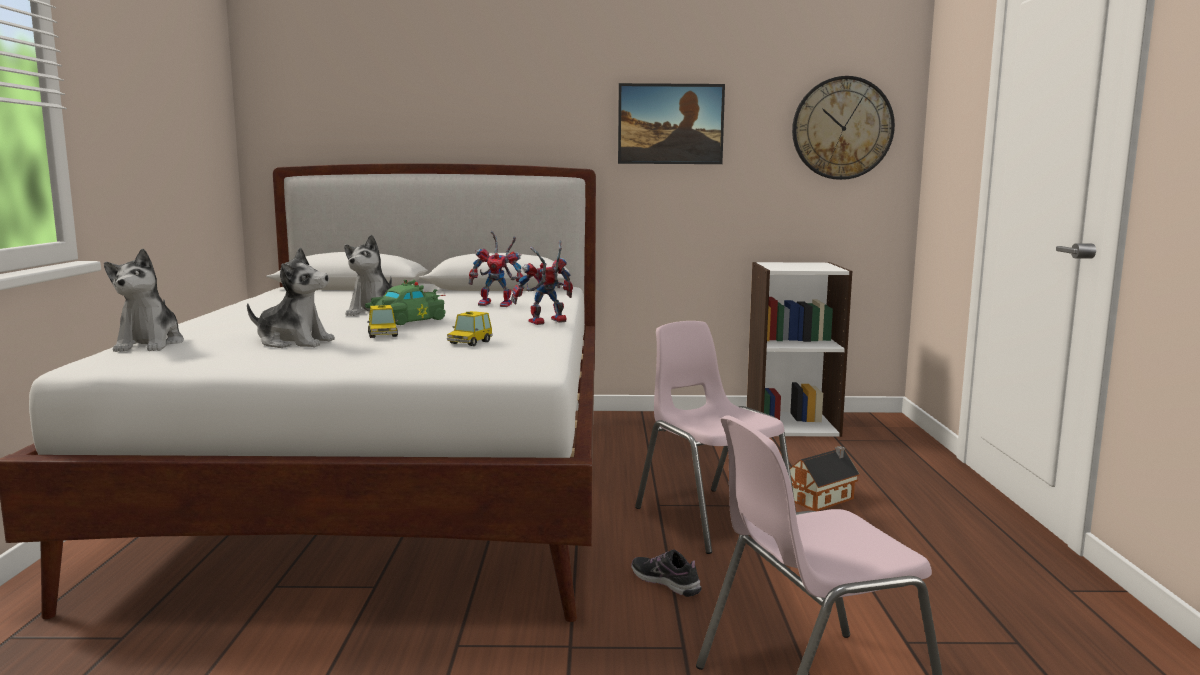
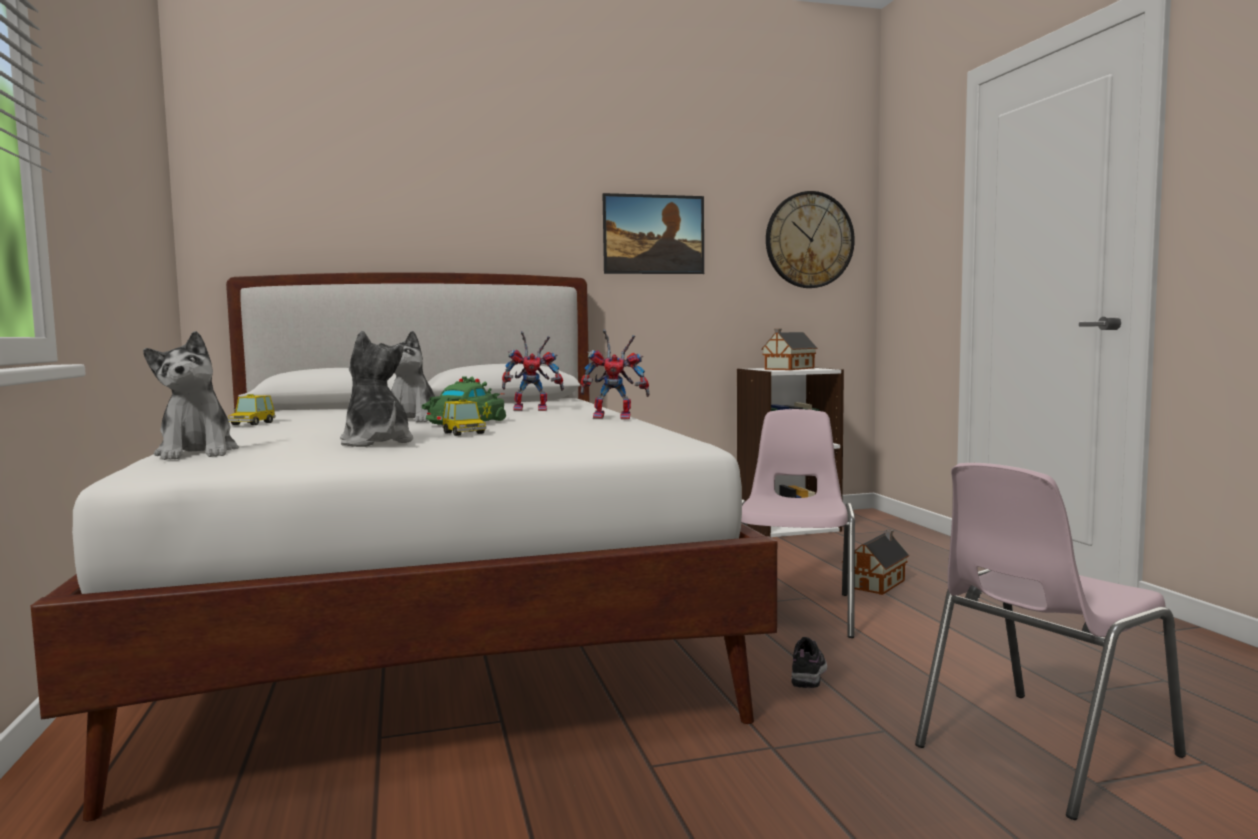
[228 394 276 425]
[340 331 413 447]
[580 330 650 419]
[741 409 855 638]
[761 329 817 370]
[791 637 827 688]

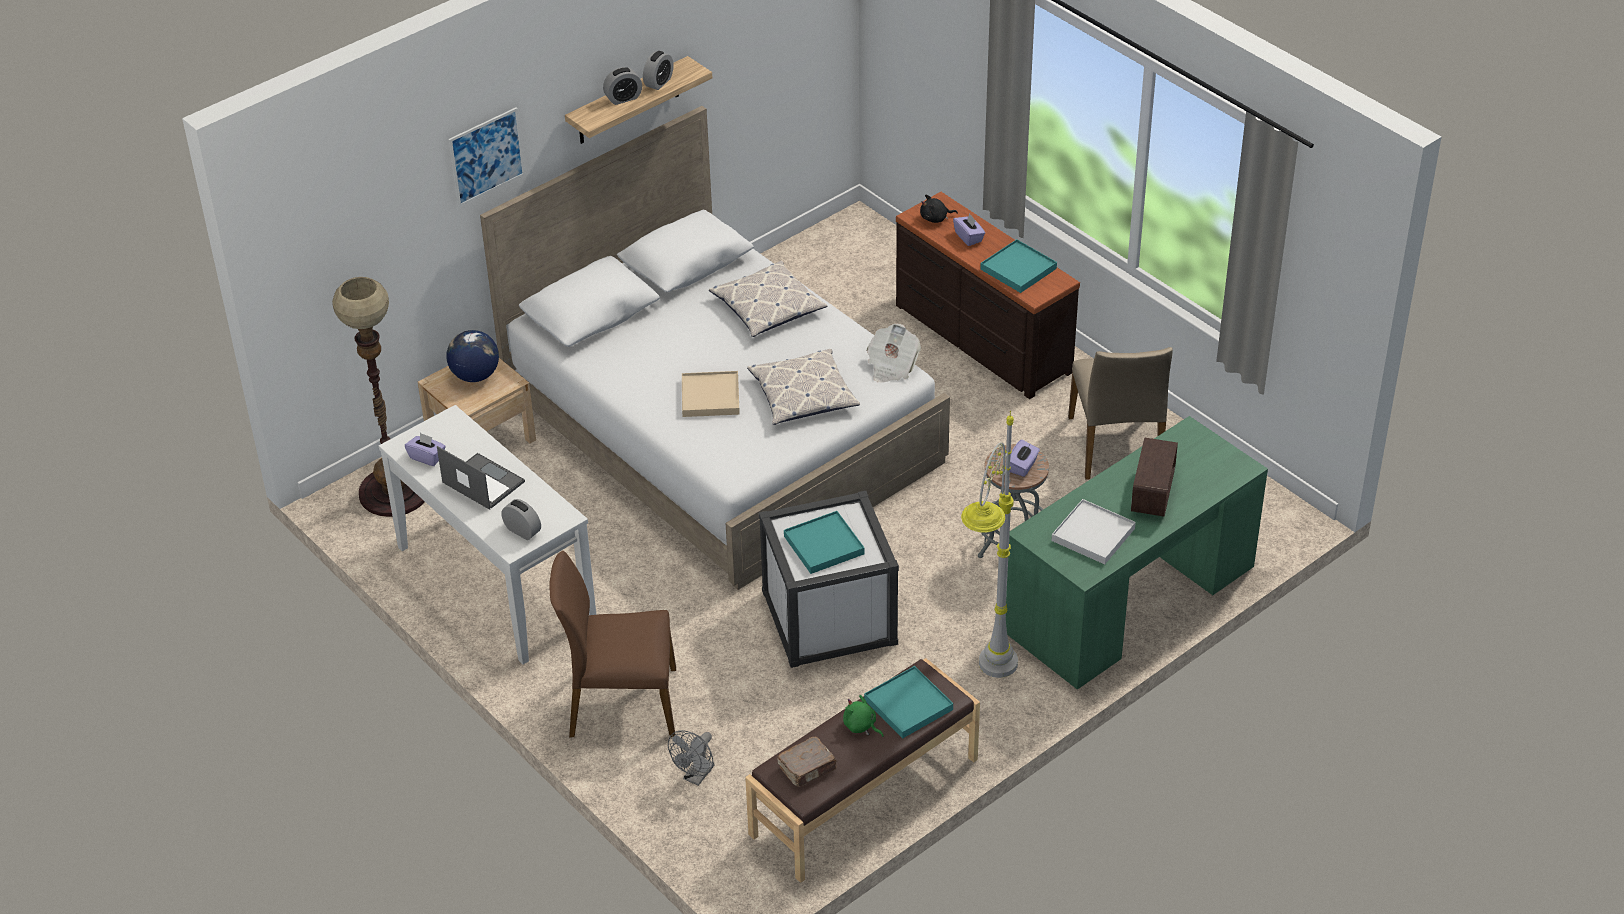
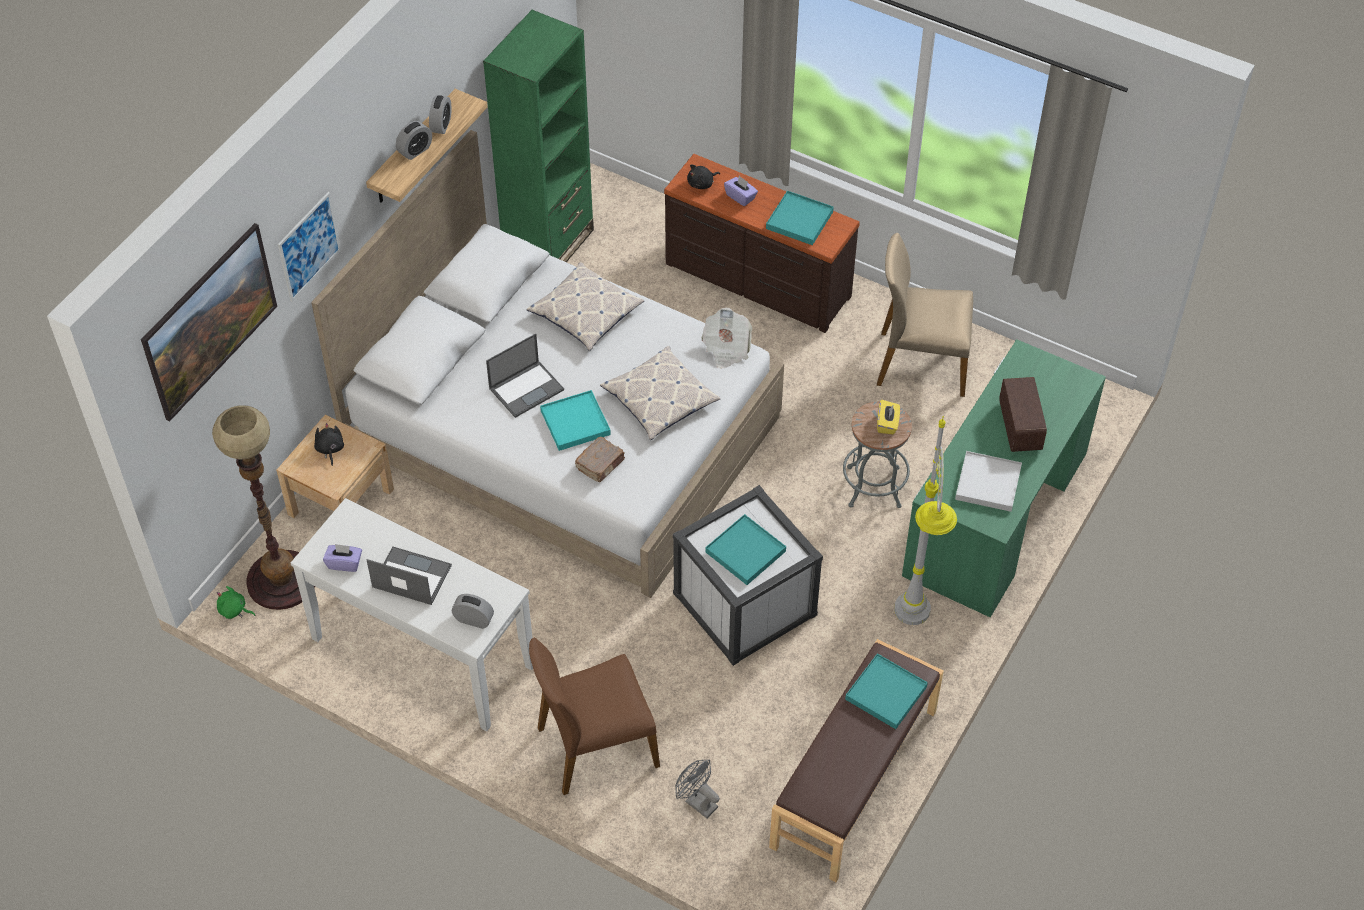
[141 223 277 421]
[217 586 255 619]
[314 423 344 466]
[483 10 594 262]
[486 333 564 418]
[540 390 611 451]
[575 437 625 482]
[675 759 720 818]
[877 233 973 397]
[877 400 900 434]

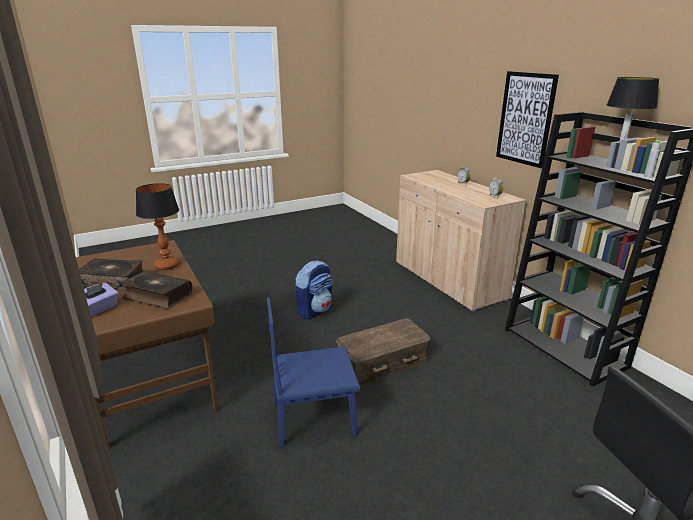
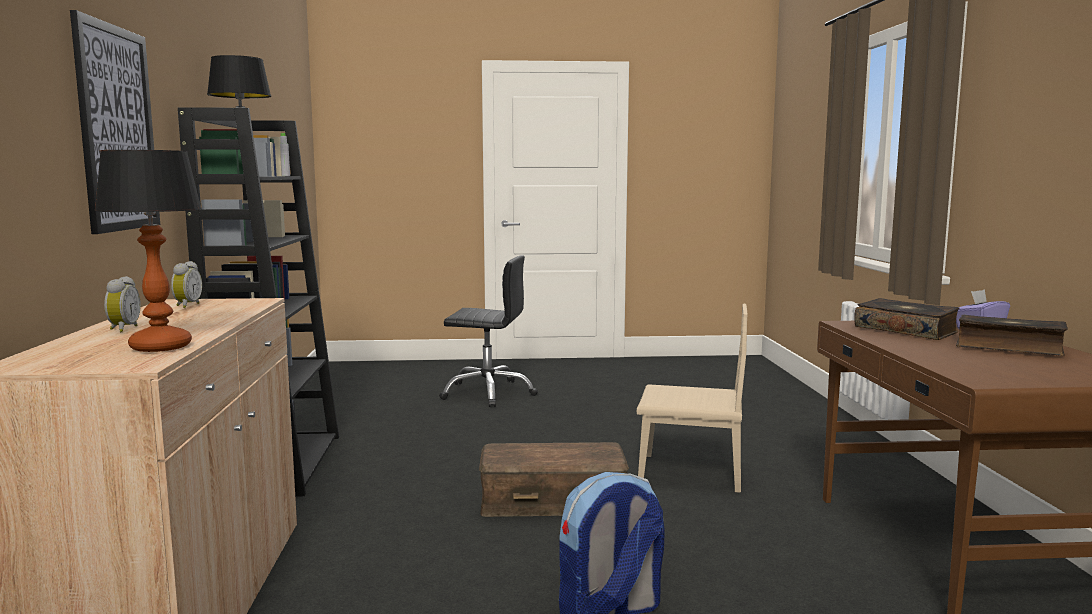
[95 150 202 352]
[637 304 748 493]

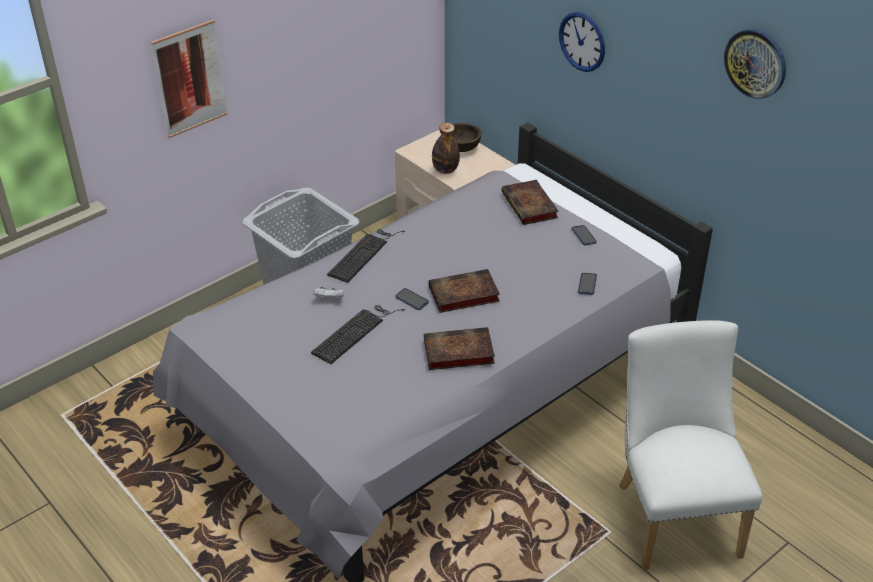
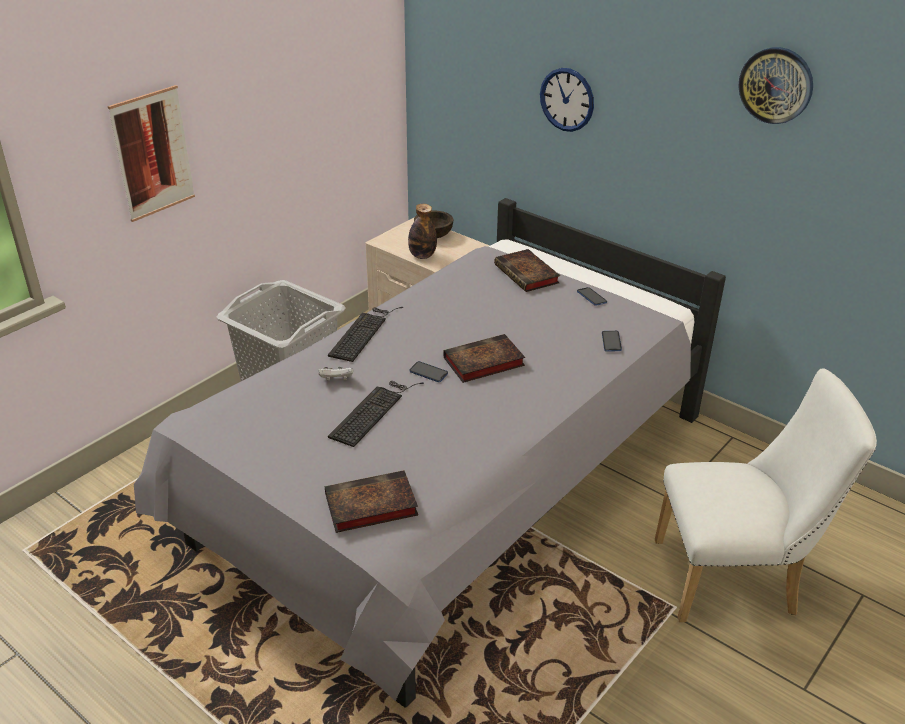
[325 470 418 533]
[655 368 877 622]

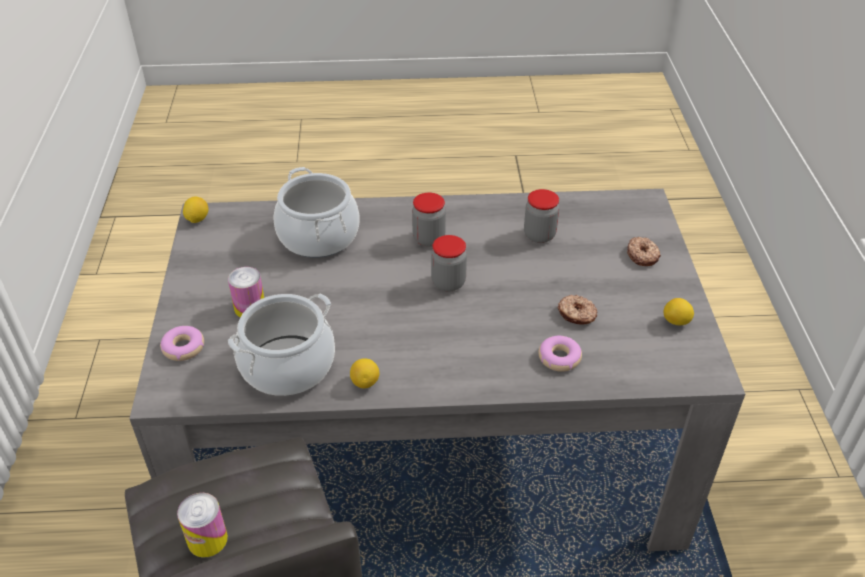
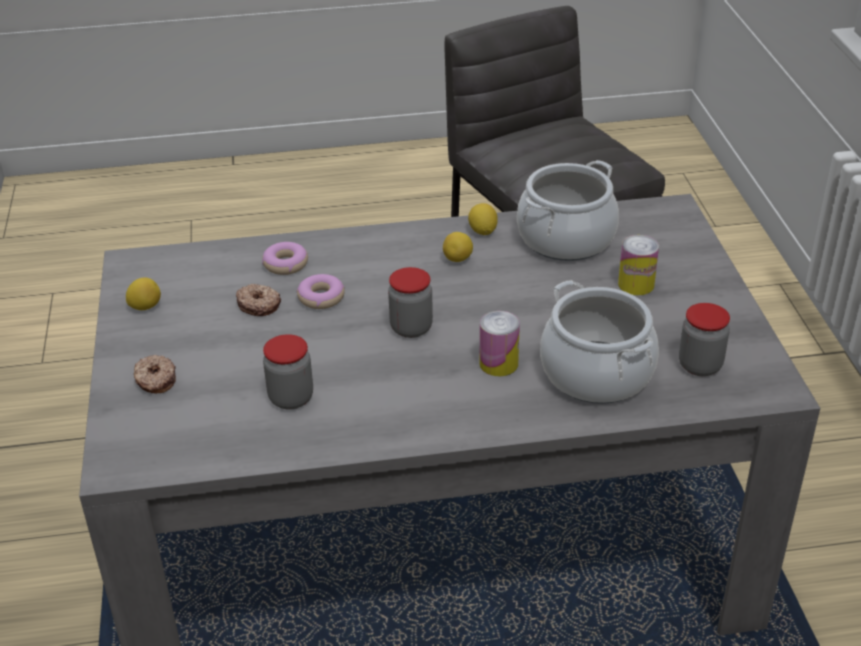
[297 274 345 309]
[443 232 473 262]
[479 311 520 376]
[679 303 730 376]

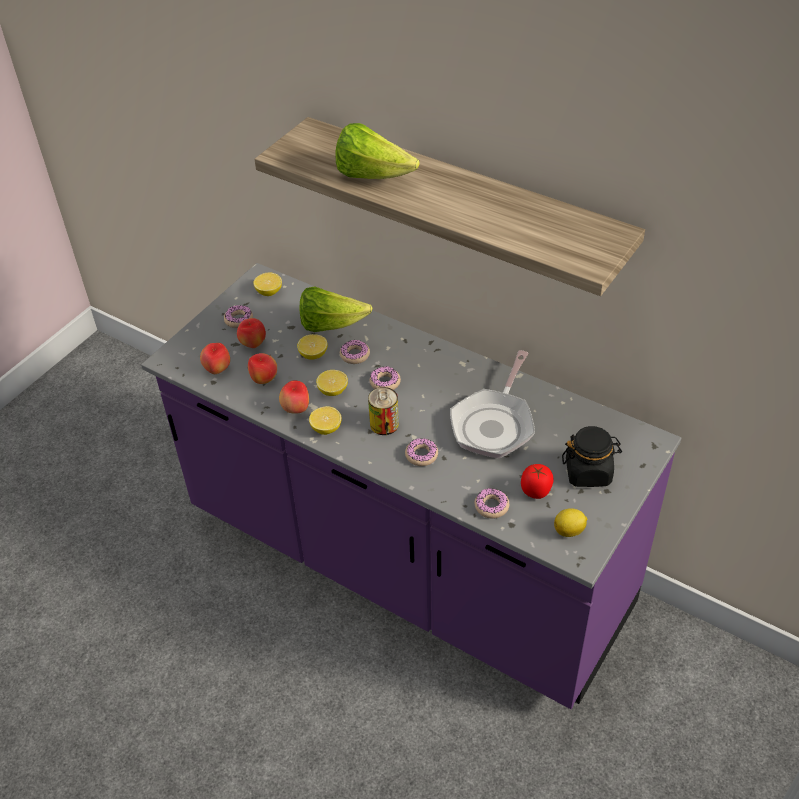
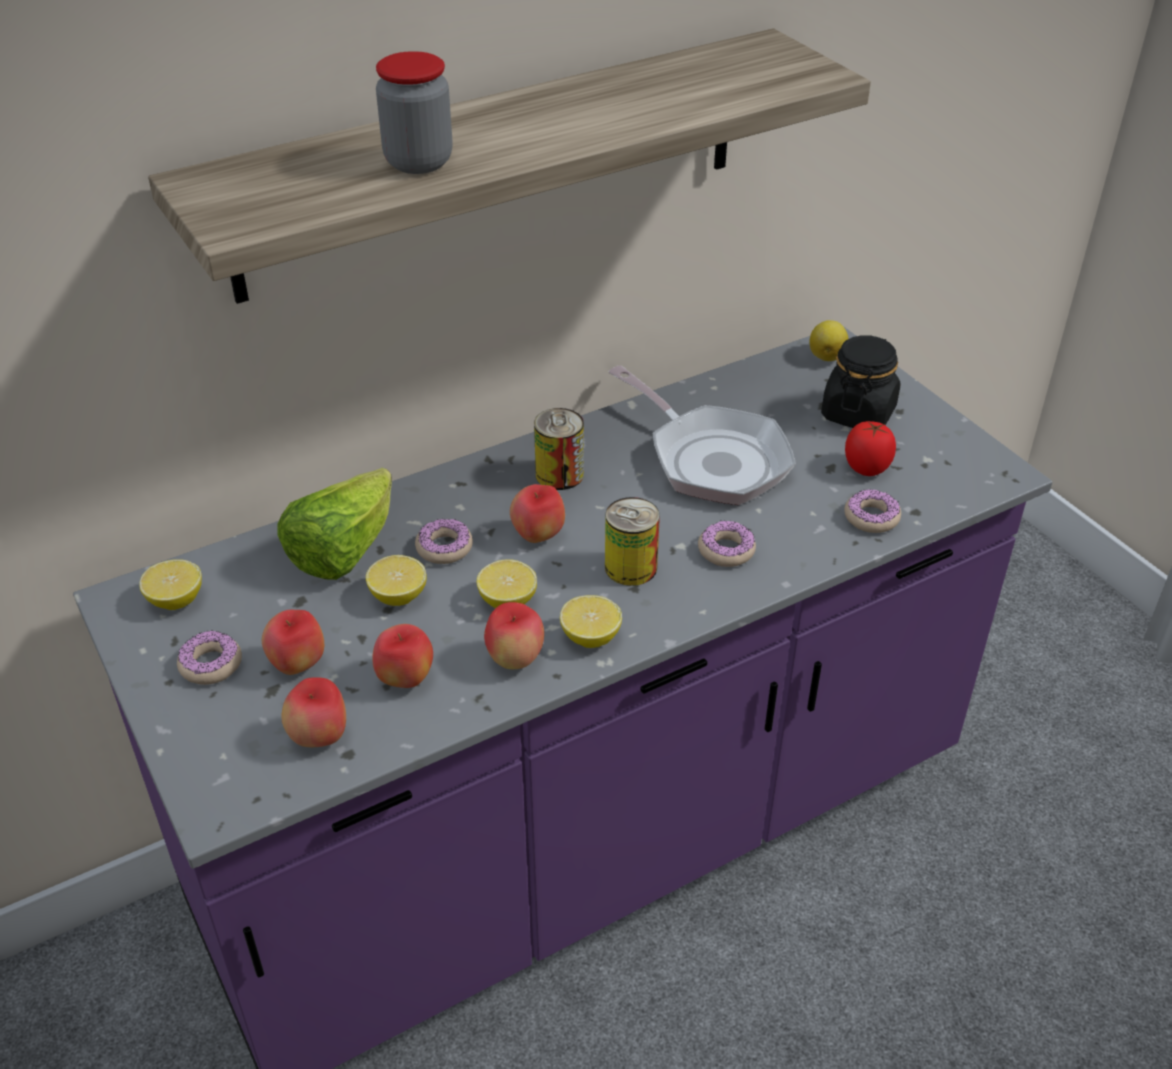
[376 51 453 174]
[510 484 565 543]
[534 408 584 490]
[809 320 848 361]

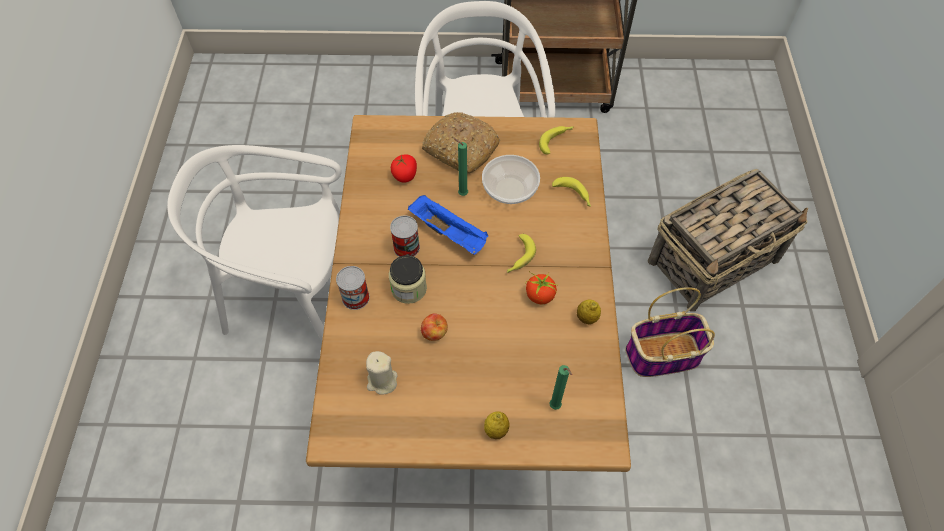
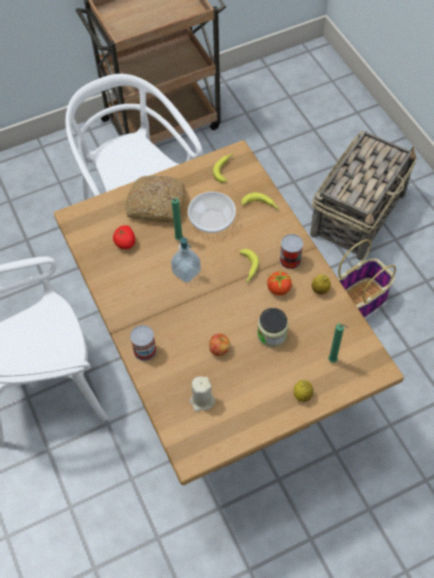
[171 238 201 283]
[258 308 288 348]
[280 234 303 269]

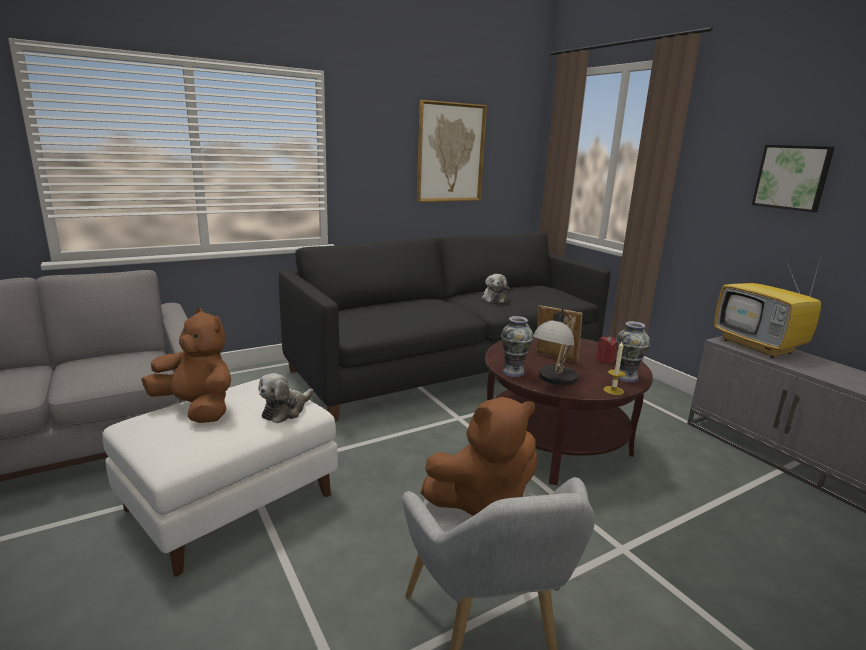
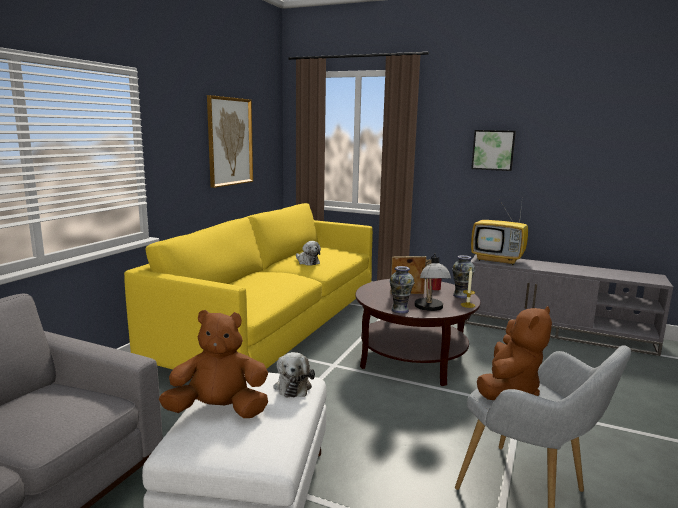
[124 203 373 369]

